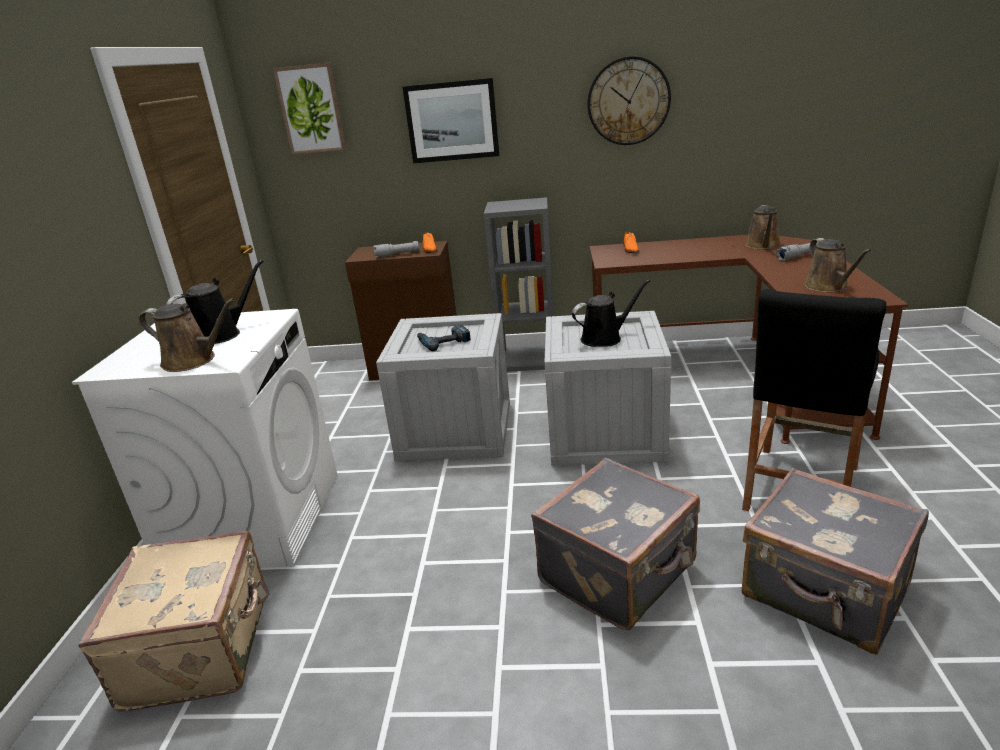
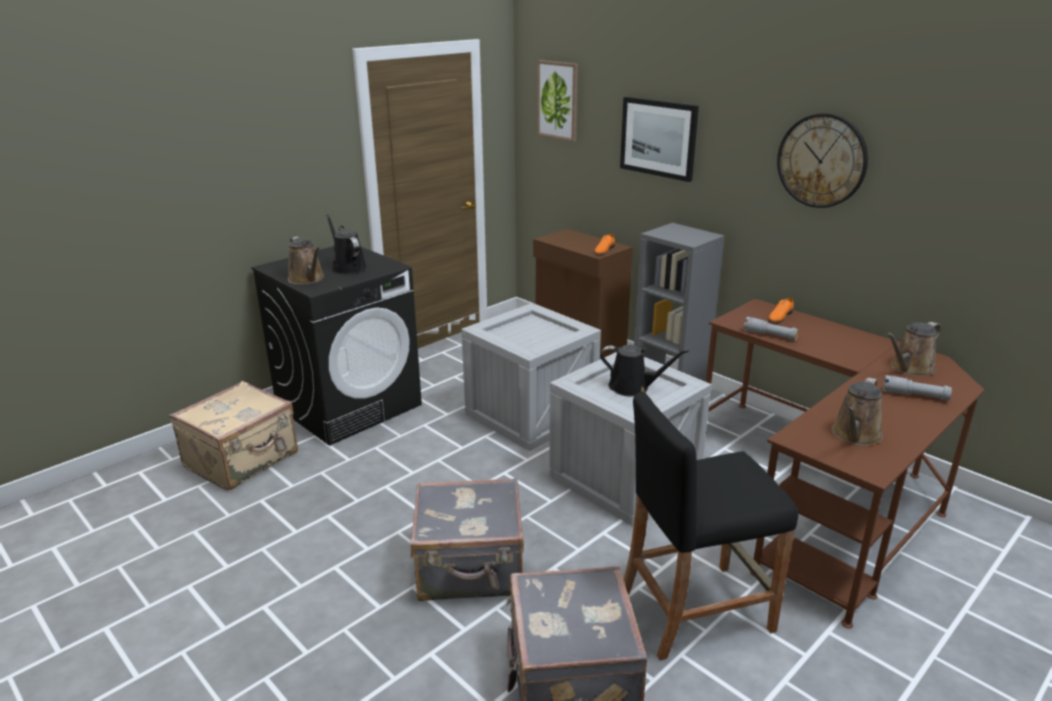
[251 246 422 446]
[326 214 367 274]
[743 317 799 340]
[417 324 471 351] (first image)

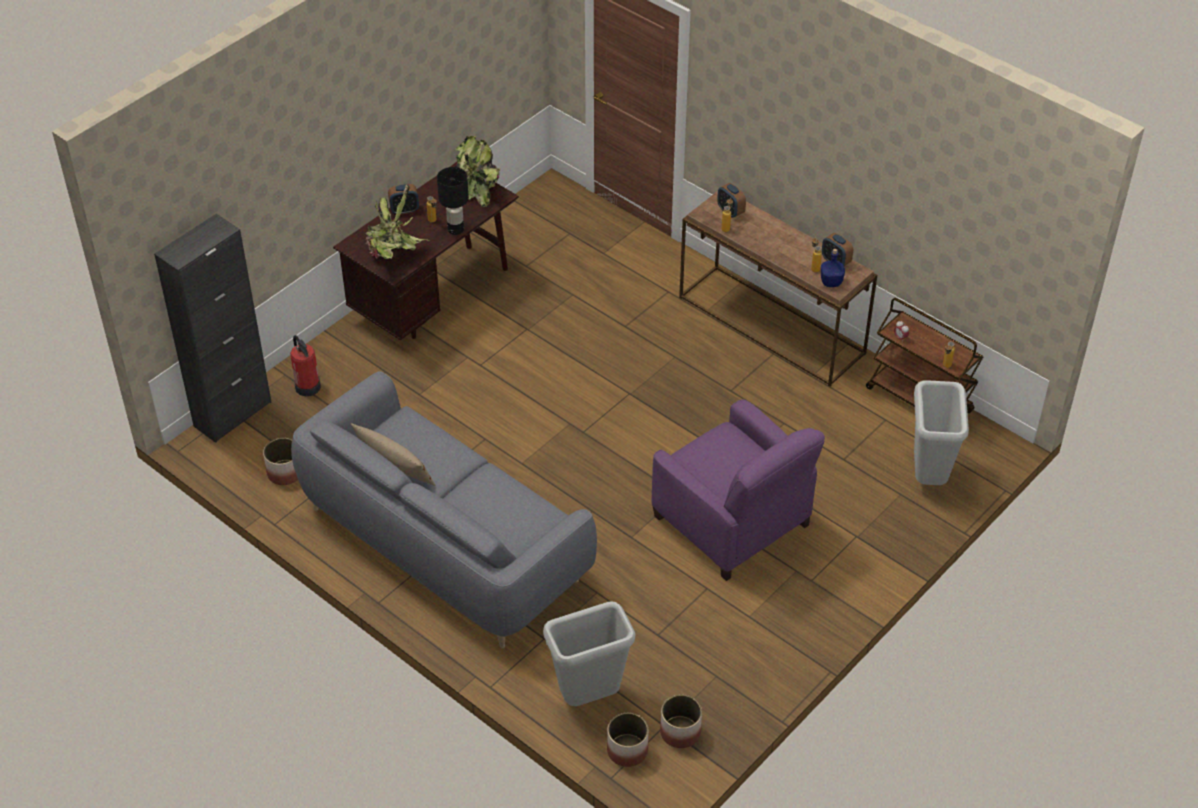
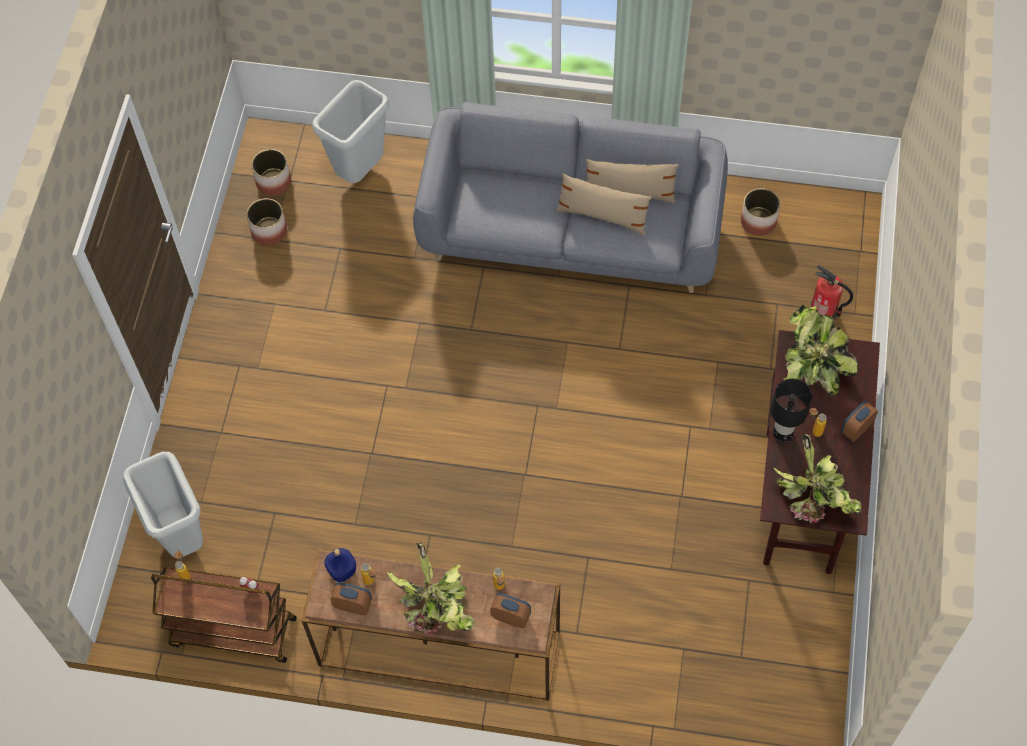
[247 198 287 246]
[387 543 474 634]
[556 174 652 235]
[154 214 271 443] (first image)
[651 399 825 581] (first image)

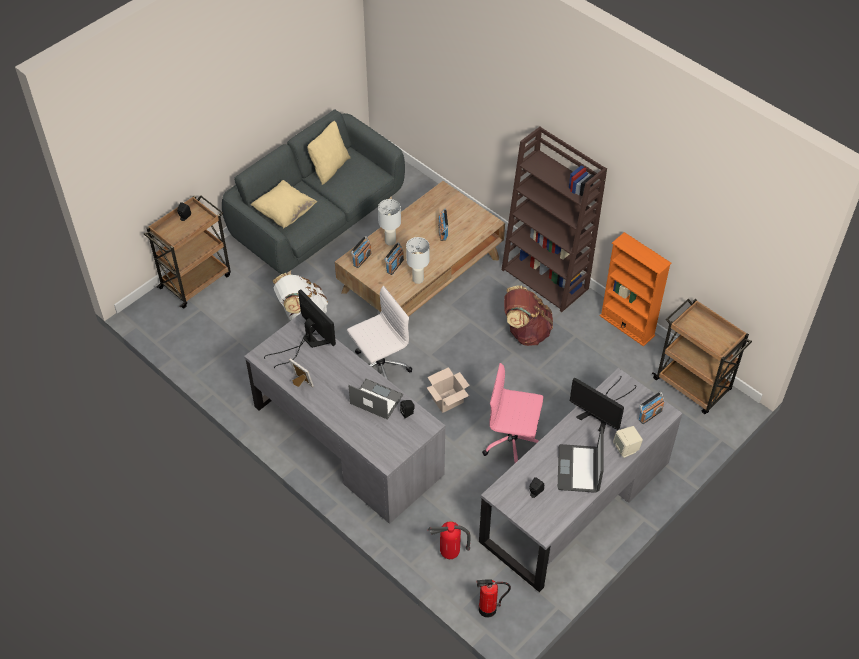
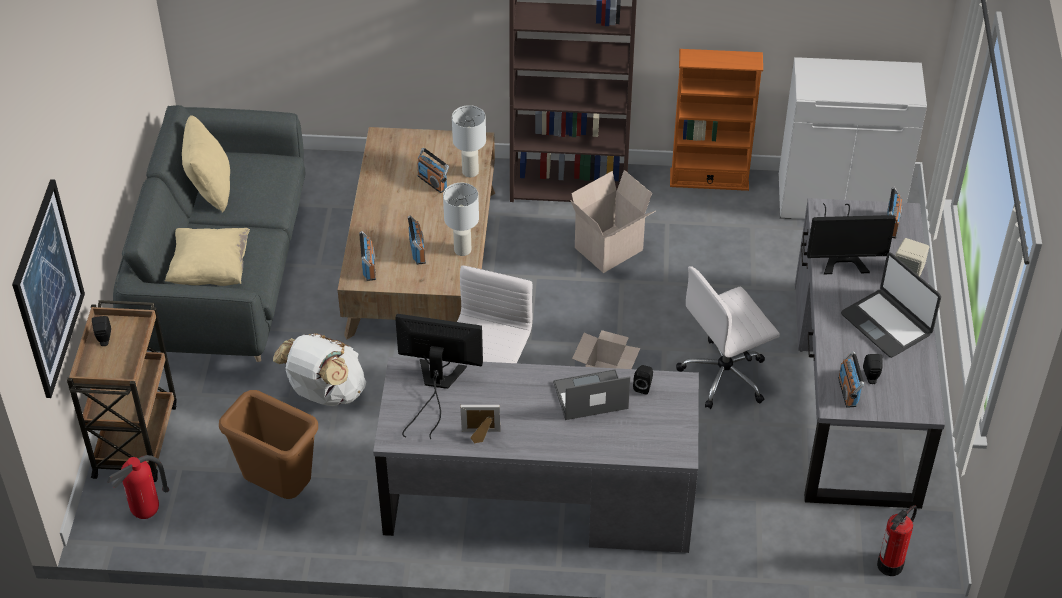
[12 179 85 398]
[107 455 169 519]
[219 390 318 499]
[452 105 486 177]
[570 170 655 273]
[676 266 780 409]
[778 57 927 219]
[838 351 864 408]

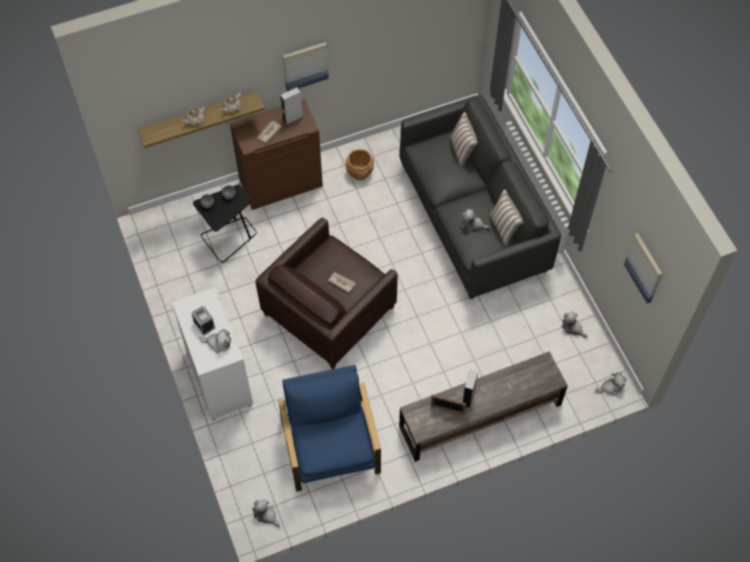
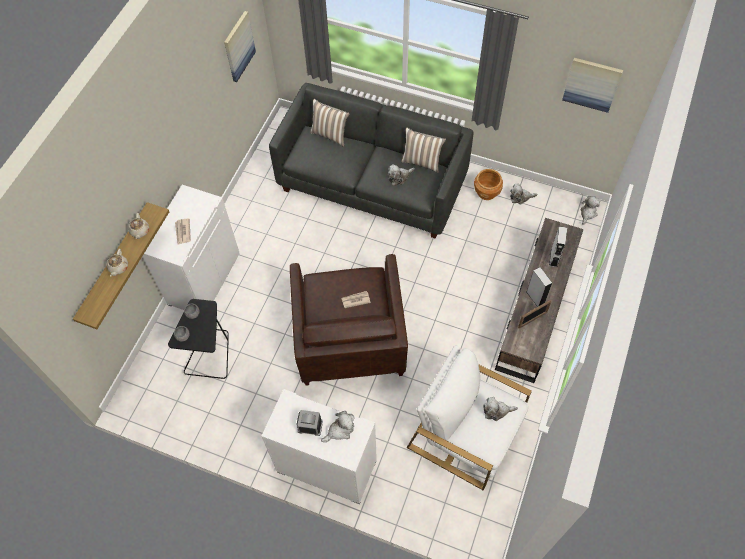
[142 185 240 310]
[224 11 256 82]
[407 345 532 491]
[474 169 503 200]
[483 397 518 421]
[549 226 567 267]

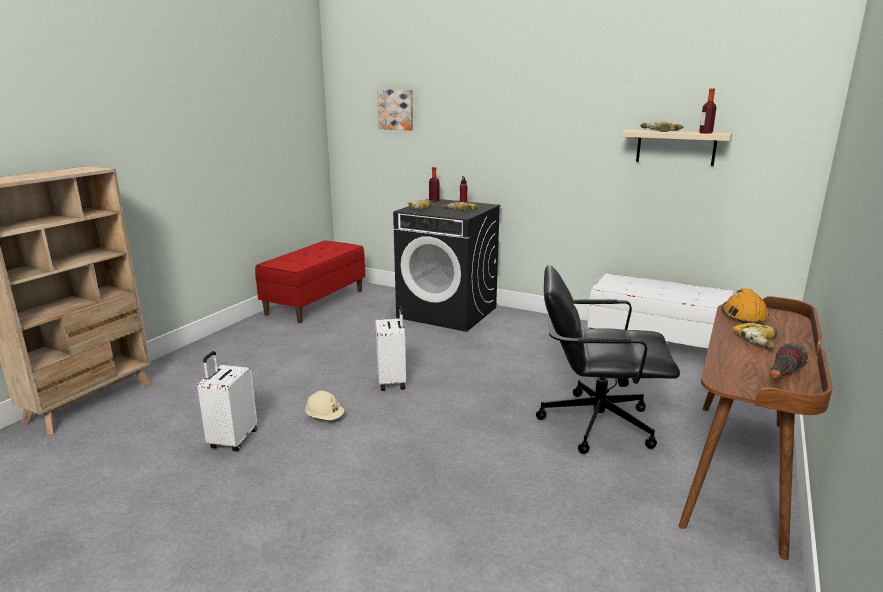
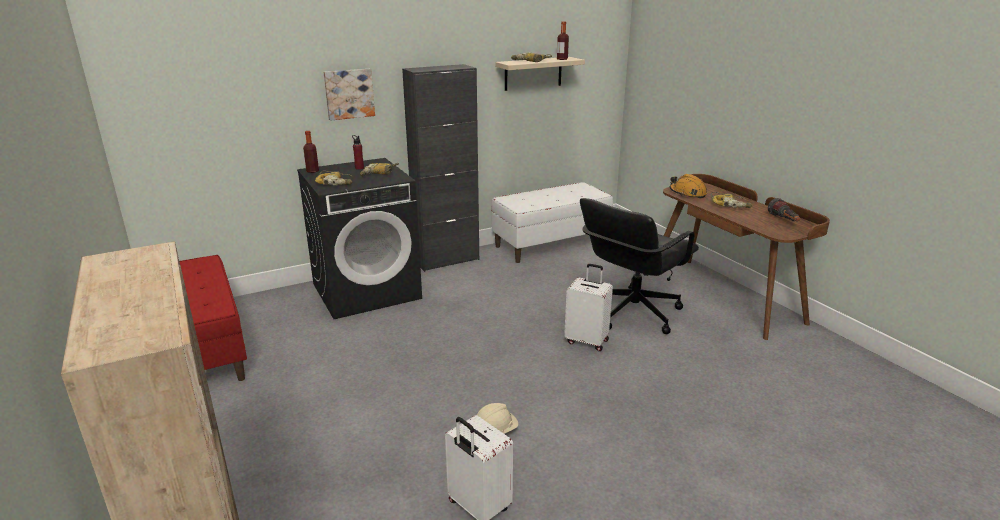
[324 69 375 121]
[402 64 479 272]
[564 264 613 351]

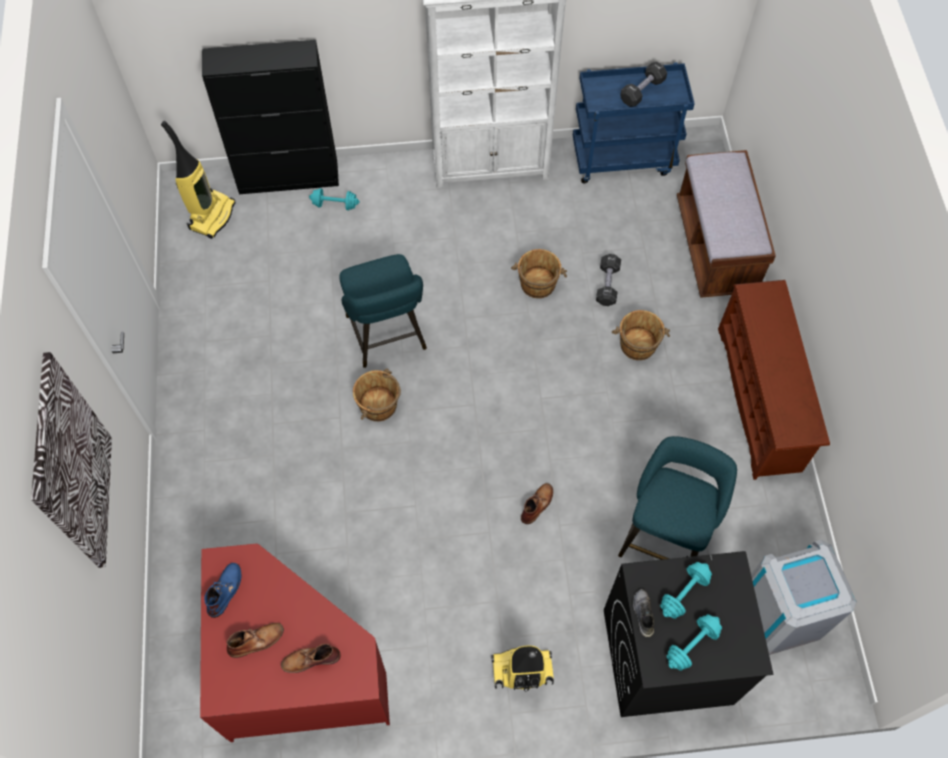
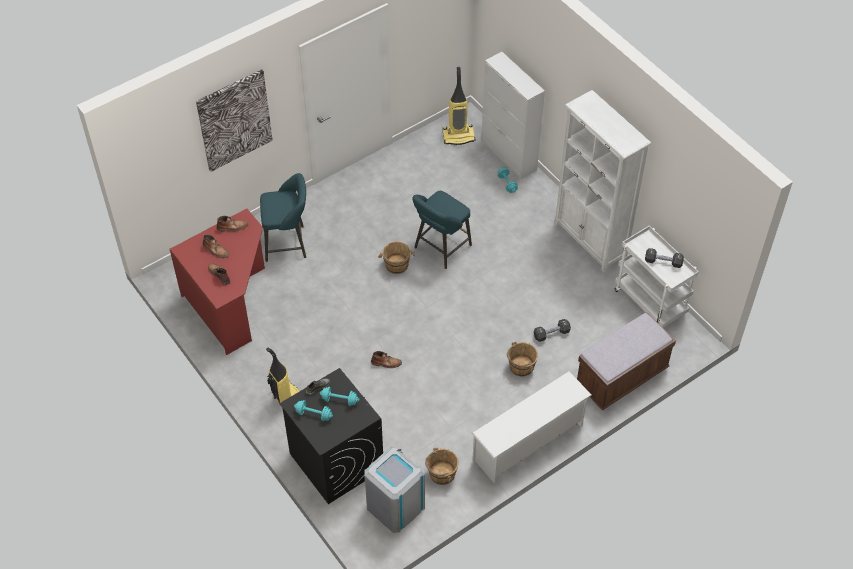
[217 216 248 232]
[260 173 306 262]
[425 448 459 485]
[472 371 591 484]
[481 52 545 179]
[615 225 699 328]

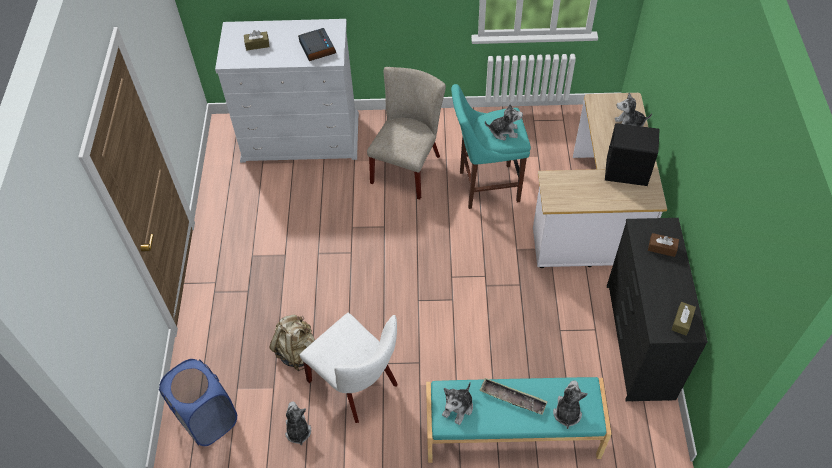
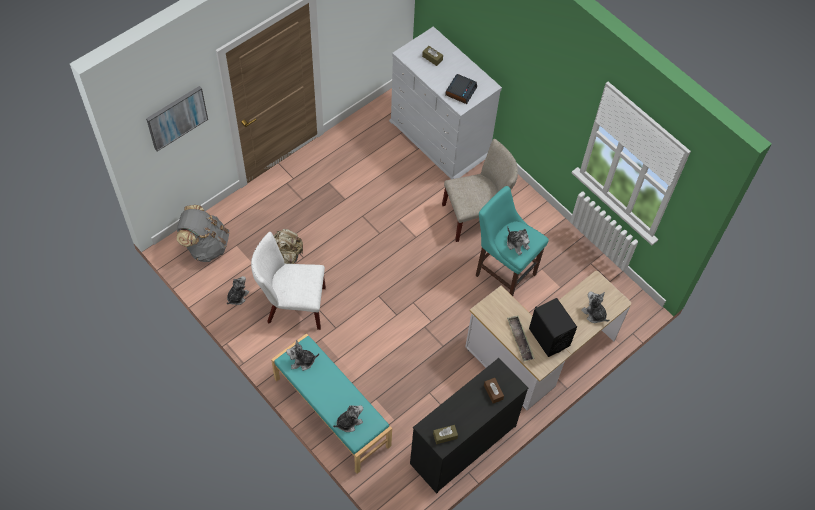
[146 86 208 151]
[177 205 229 262]
[251 232 326 330]
[507 315 535 361]

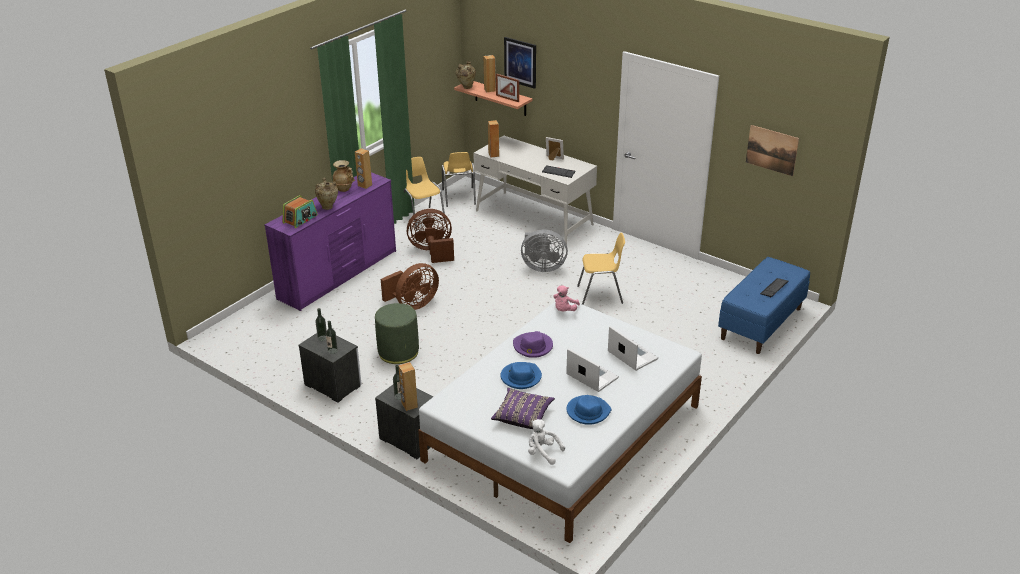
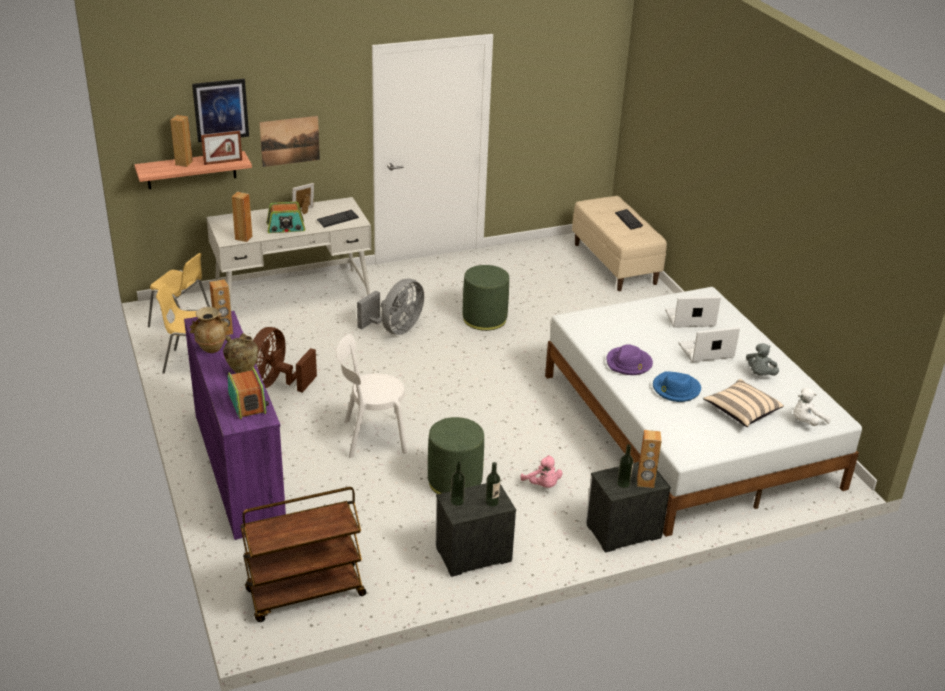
[240 487 367 622]
[259 116 320 167]
[267 202 305 233]
[336 334 407 458]
[463 265 509 331]
[520 455 563 488]
[572 196 667 291]
[703 379 784 427]
[746 343 779 376]
[456 61 476 89] (first image)

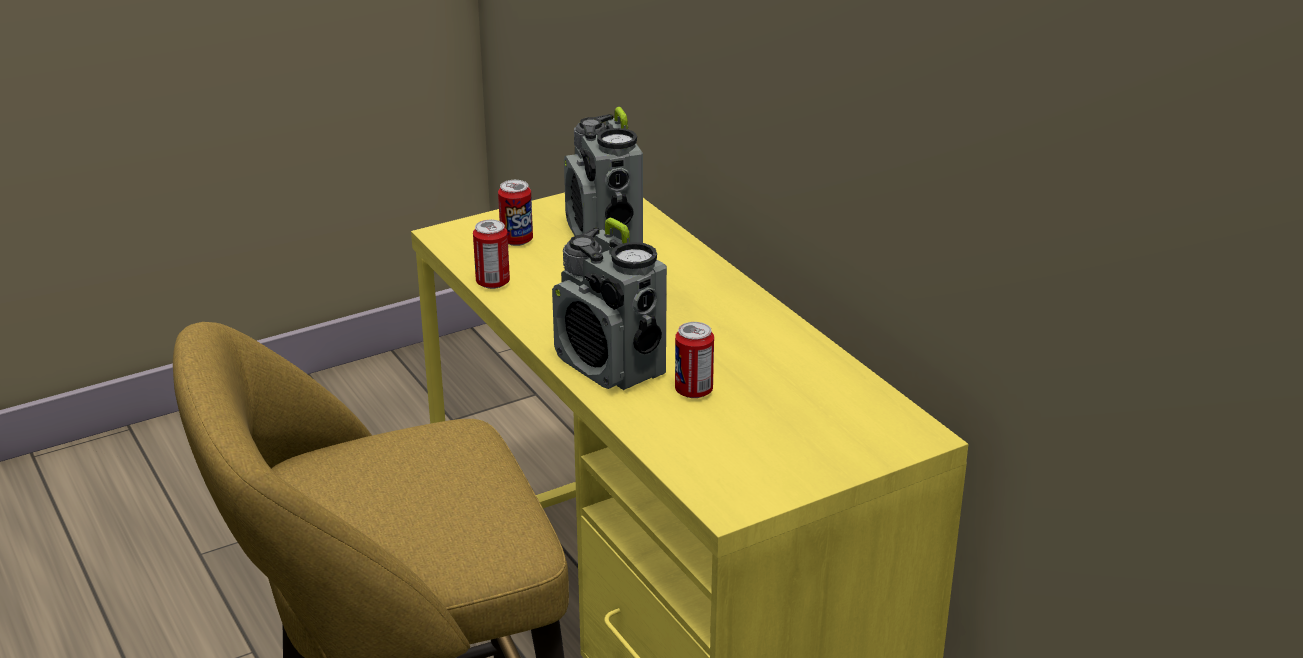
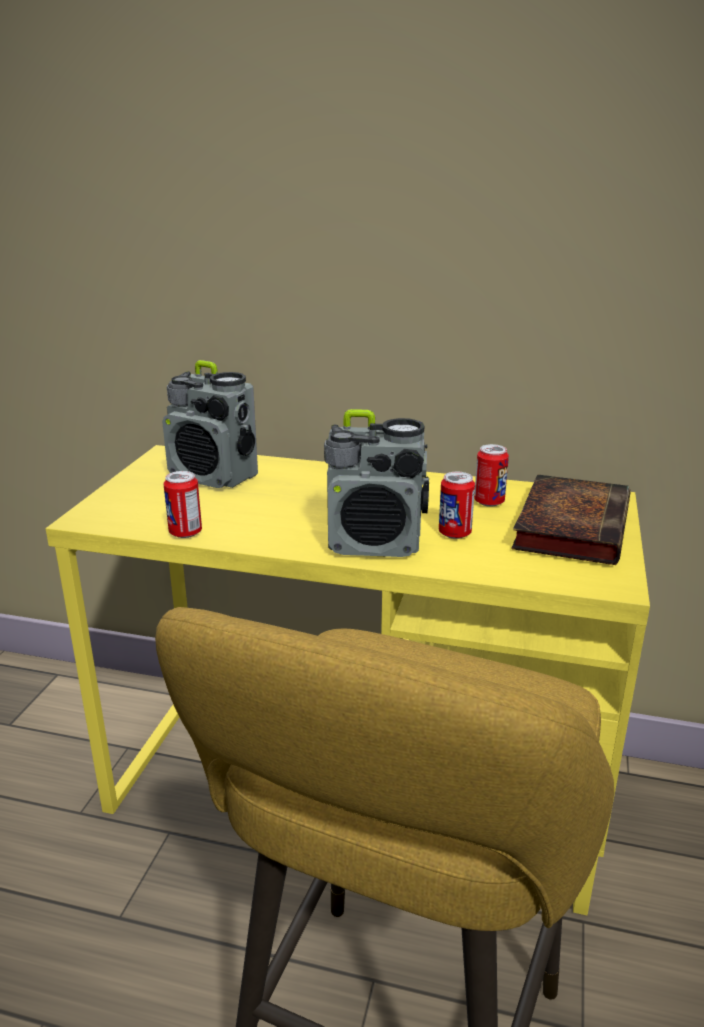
[474 444 509 507]
[511 475 631 565]

